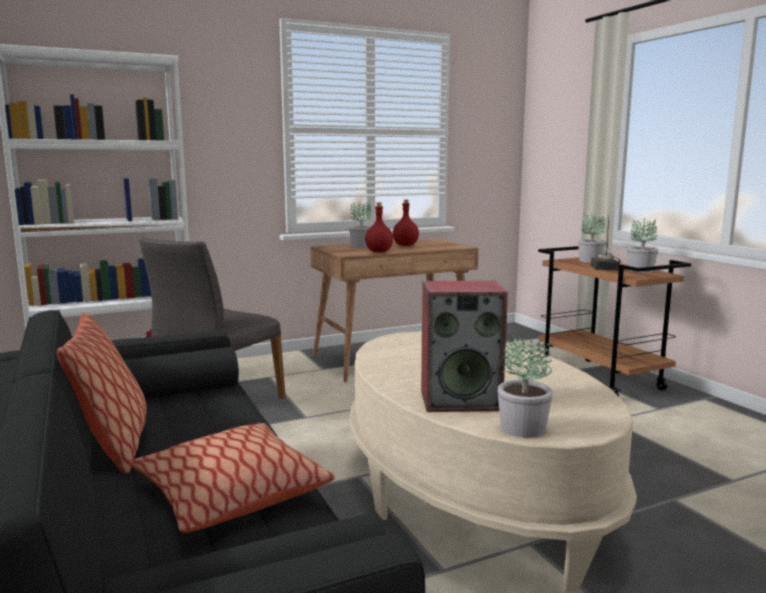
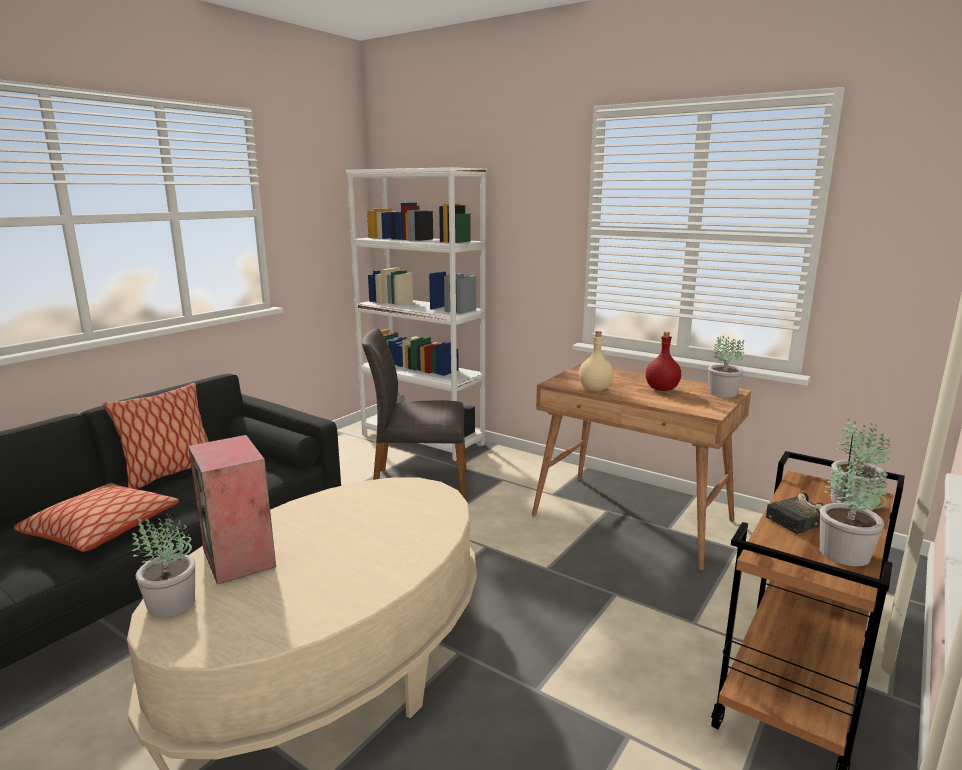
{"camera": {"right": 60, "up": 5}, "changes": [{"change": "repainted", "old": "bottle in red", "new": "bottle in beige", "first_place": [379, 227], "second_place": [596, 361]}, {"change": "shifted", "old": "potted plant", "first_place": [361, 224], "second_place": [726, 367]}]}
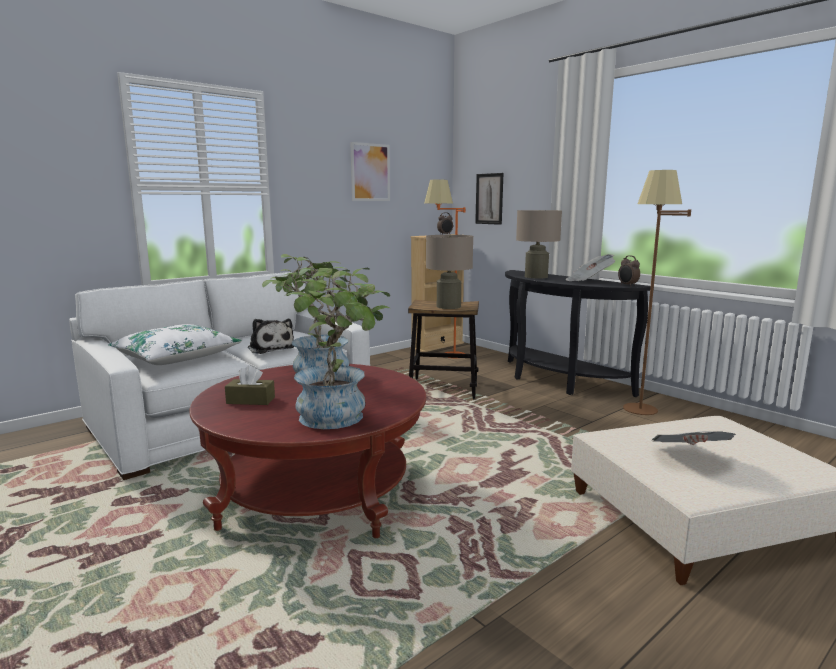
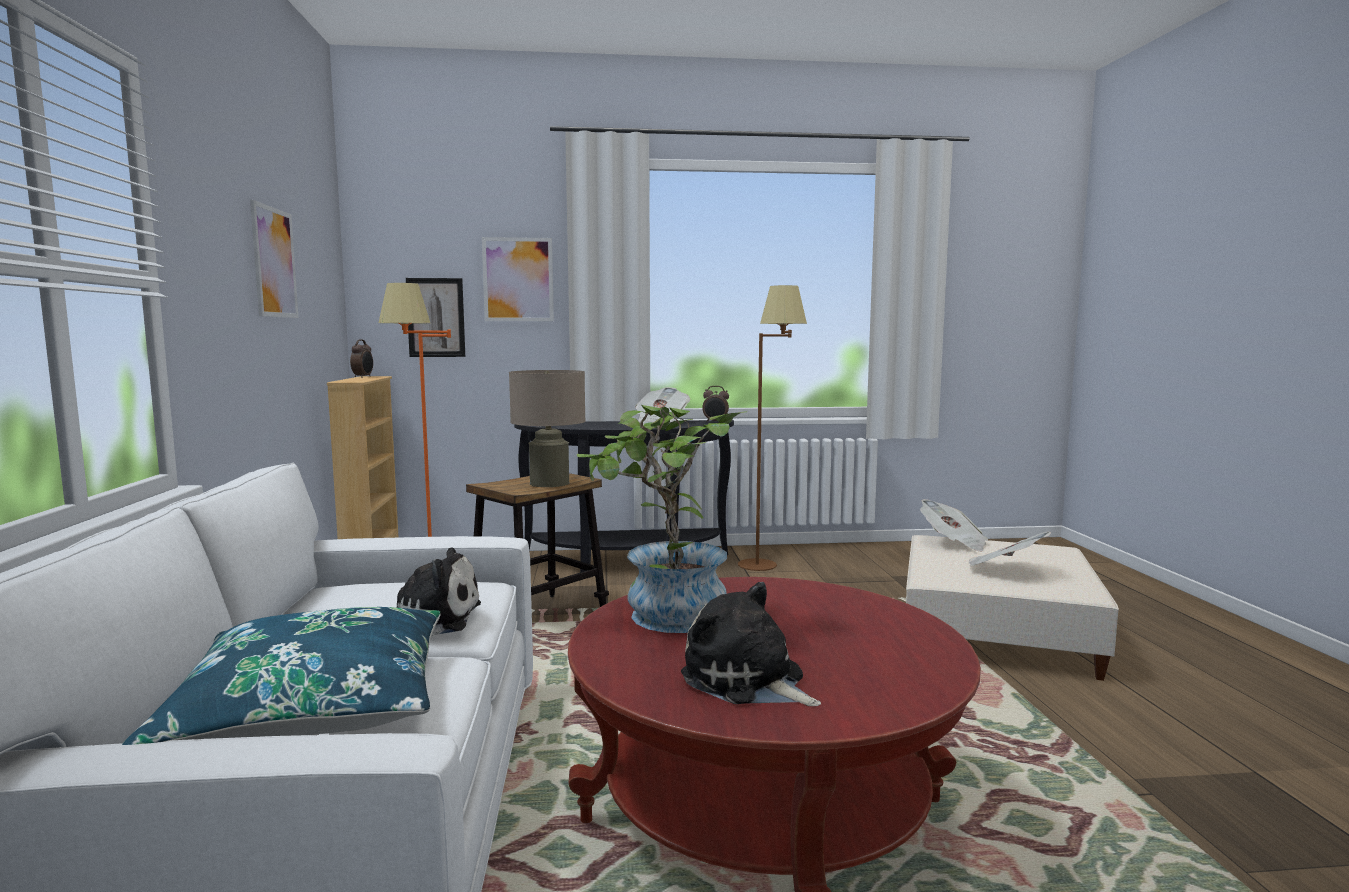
{"camera": {"right": -55, "up": -5}, "changes": [{"change": "repainted", "old": "pillow in white", "new": "pillow in blue", "first_place": [174, 344], "second_place": [281, 676]}, {"change": "new", "new": "picture", "second_place": [518, 279]}, {"change": "swapped", "old": "tissue box in brown", "new": "plush toy", "first_place": [250, 385], "second_place": [751, 644]}, {"change": "new", "new": "newspaper", "second_place": [954, 525]}, {"change": "gone", "old": "potted plant", "first_place": [337, 348]}, {"change": "gone", "old": "table lamp in beige", "first_place": [539, 244]}]}
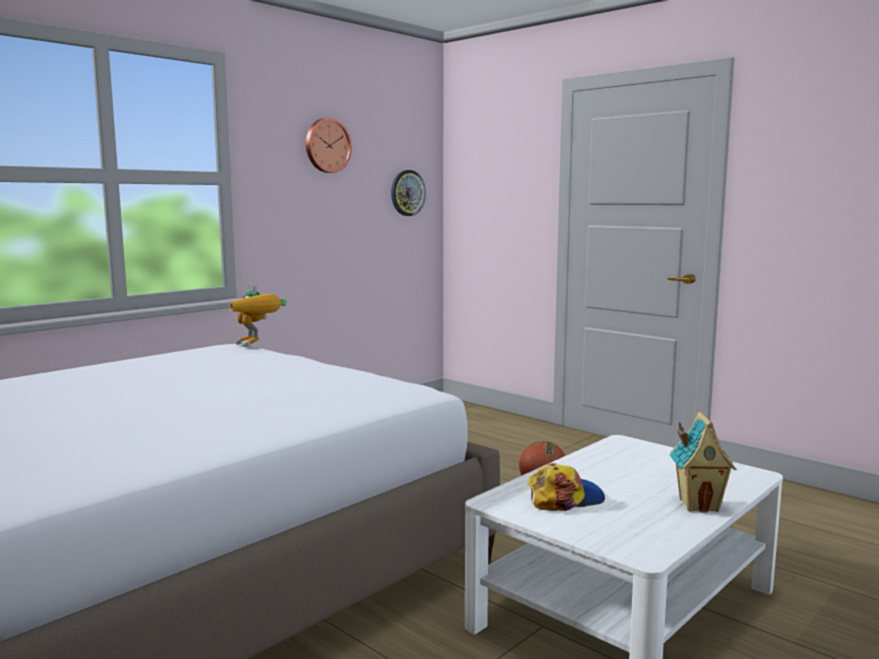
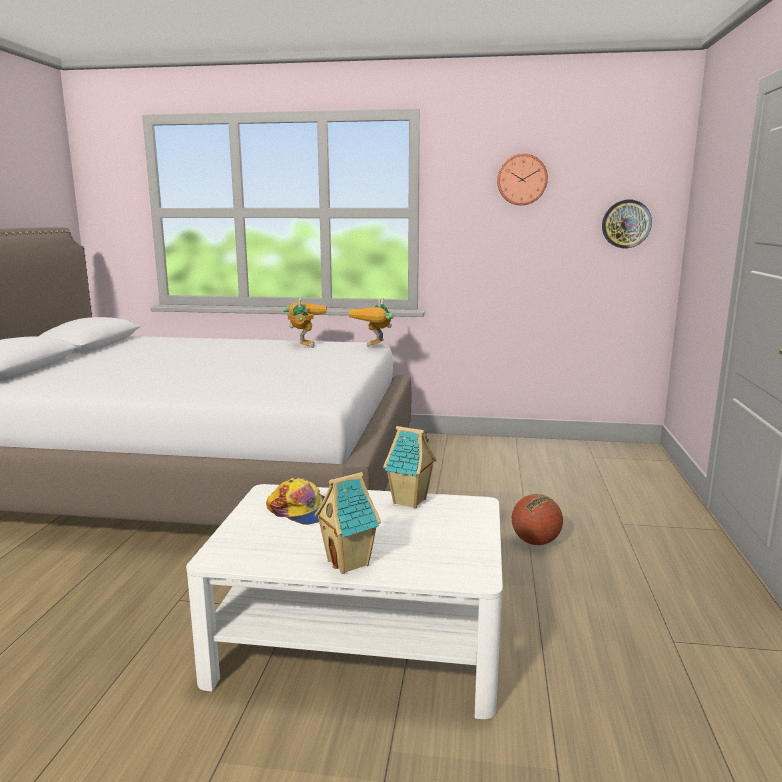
{"camera": {"right": 55, "up": 5}, "changes": [{"change": "new", "new": "toy robot", "second_place": [305, 323]}, {"change": "new", "new": "toy house", "second_place": [410, 467]}]}
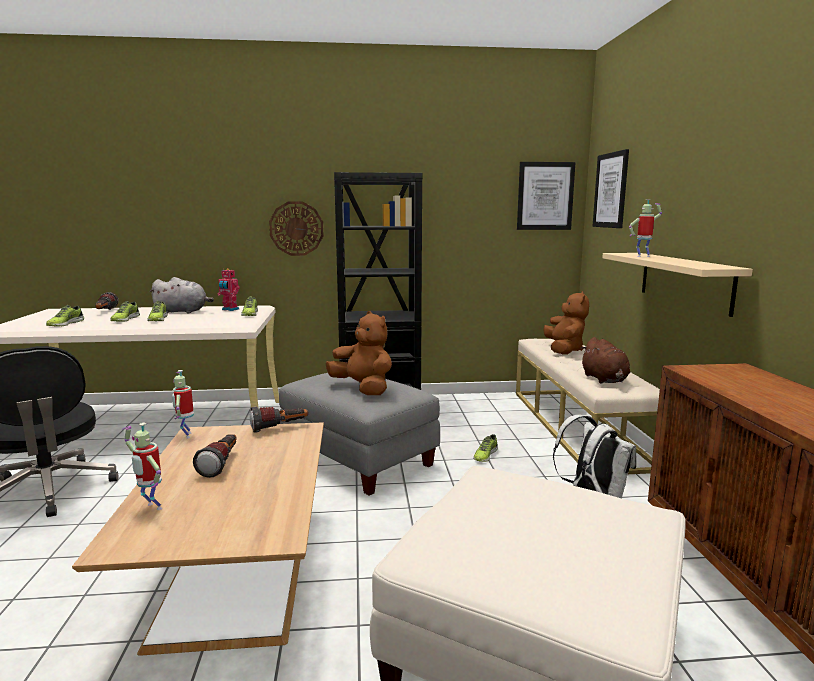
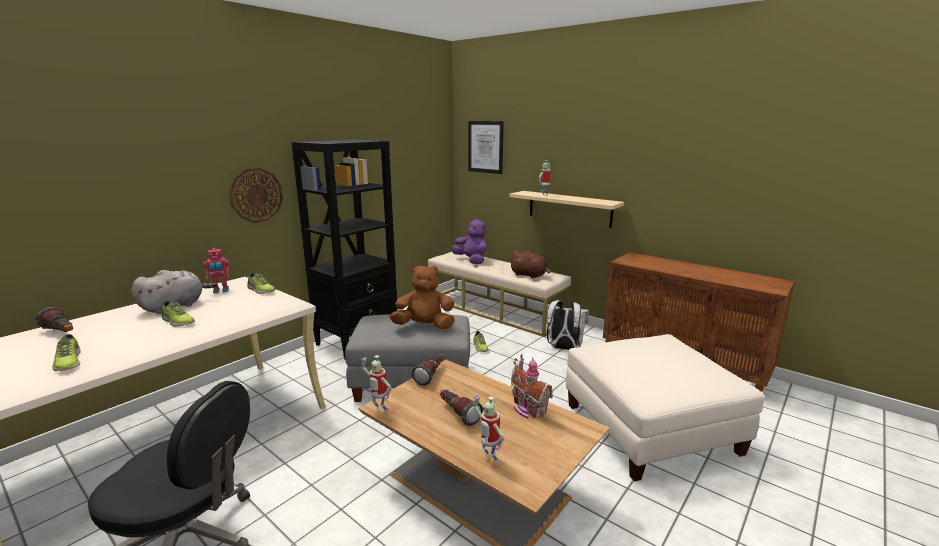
{"camera": {"right": -45, "up": 5}, "changes": [{"change": "repainted", "old": "plush toy in brown", "new": "plush toy in purple", "first_place": [566, 323], "second_place": [469, 241]}, {"change": "rotated", "old": "toy robot", "first_place": [142, 466], "second_place": [488, 429], "degrees": 60}, {"change": "new", "new": "toy house", "second_place": [532, 386]}, {"change": "gone", "old": "shoe", "first_place": [125, 311]}, {"change": "gone", "old": "picture", "first_place": [546, 196]}]}
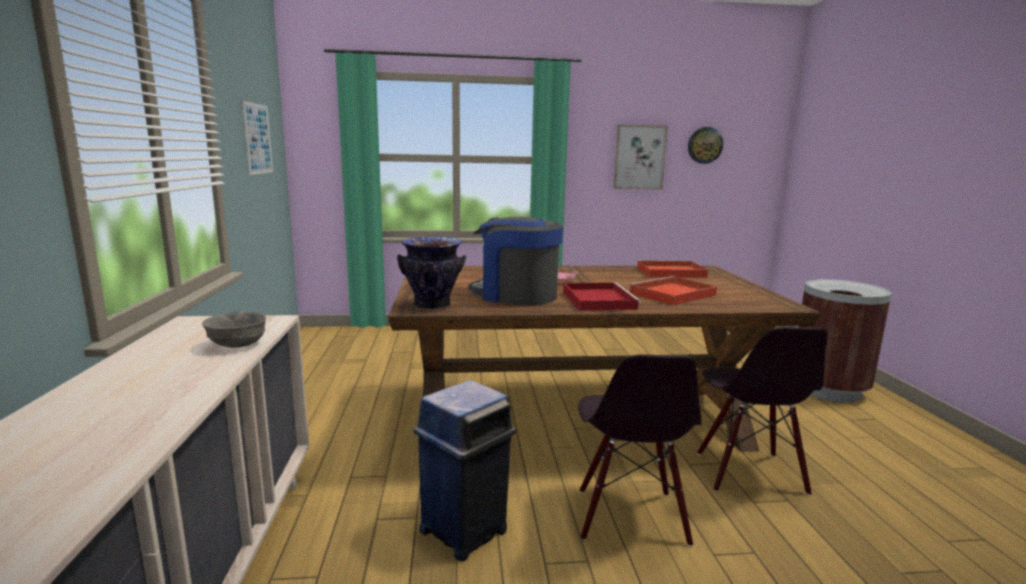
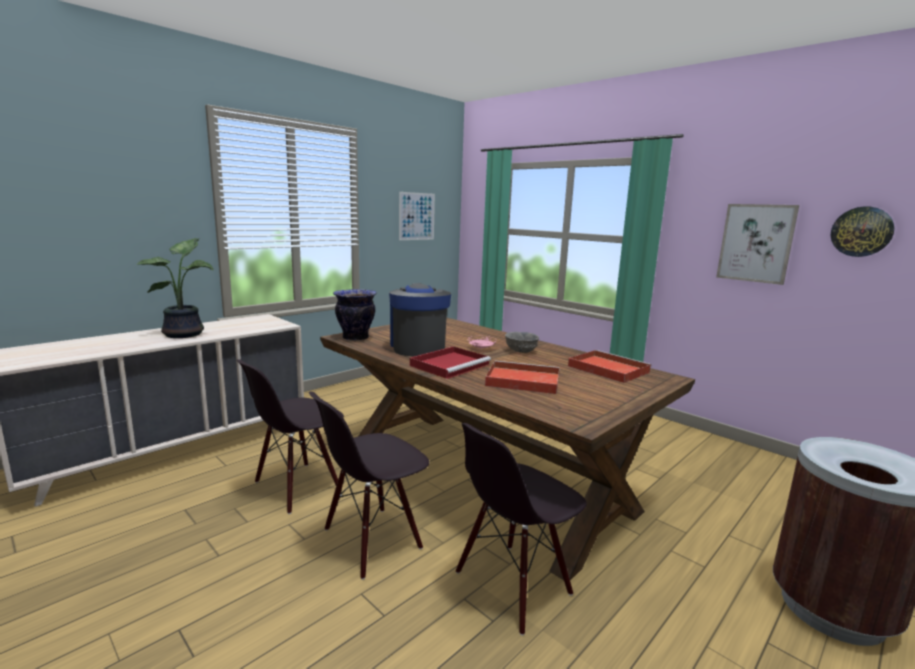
{"camera": {"right": 50, "up": 0}, "changes": [{"change": "new", "new": "potted plant", "second_place": [175, 288]}, {"change": "swapped", "old": "trash can in blue", "new": "chair in black", "first_place": [464, 471], "second_place": [290, 436]}, {"change": "shifted", "old": "bowl in grey", "first_place": [234, 329], "second_place": [522, 342]}]}
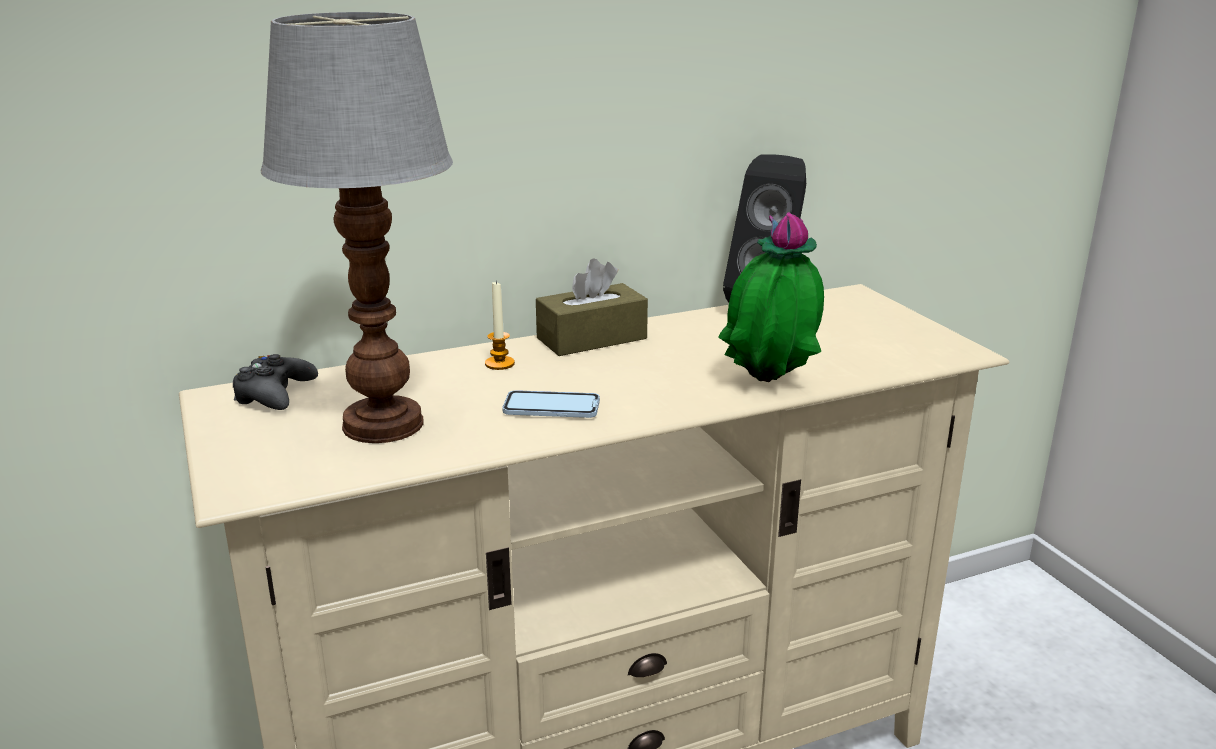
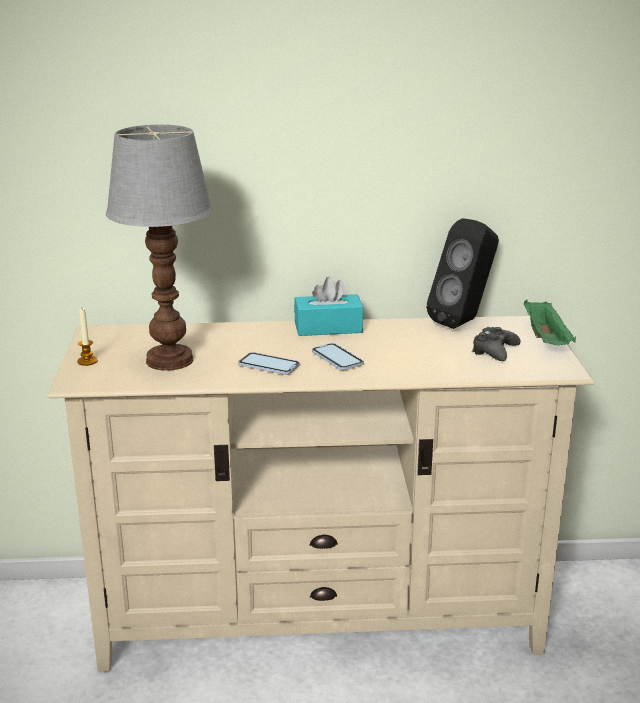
{"camera": {"right": 20, "up": 0}, "changes": [{"change": "shifted", "old": "candle", "first_place": [500, 325], "second_place": [87, 337]}, {"change": "repainted", "old": "tissue box in brown", "new": "tissue box in turquoise", "first_place": [592, 307], "second_place": [329, 306]}, {"change": "new", "new": "phone", "second_place": [338, 356]}, {"change": "shifted", "old": "game controller in black", "first_place": [275, 382], "second_place": [496, 344]}, {"change": "new", "new": "tray in green", "second_place": [550, 322]}, {"change": "gone", "old": "potted plant", "first_place": [771, 297]}]}
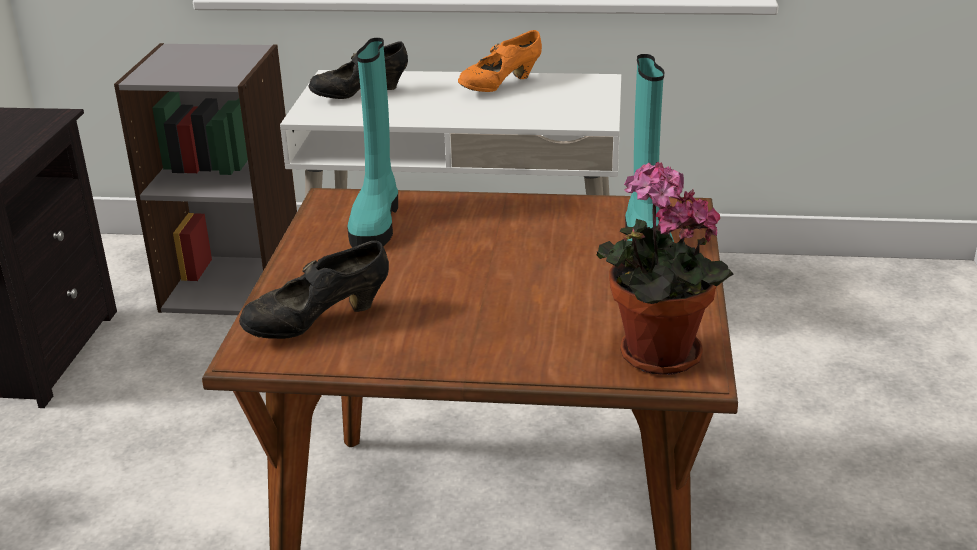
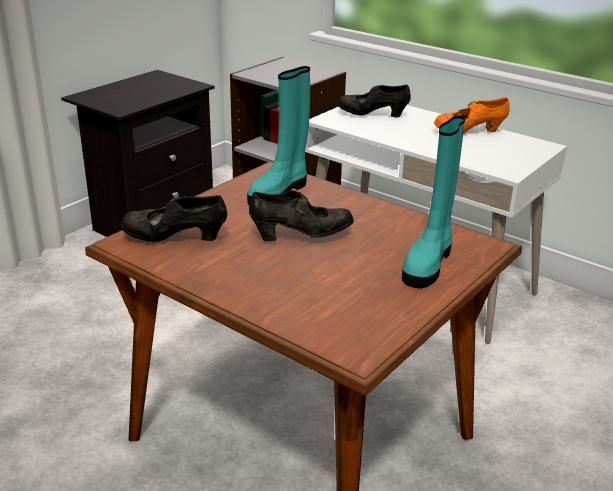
{"camera": {"right": 30, "up": 0}, "changes": [{"change": "new", "new": "shoe in black", "second_place": [301, 215]}, {"change": "gone", "old": "potted plant", "first_place": [665, 268]}]}
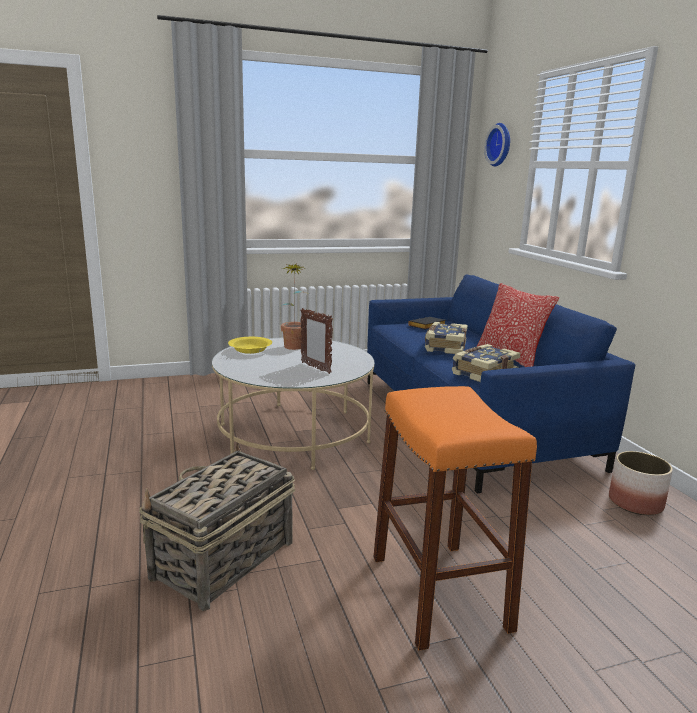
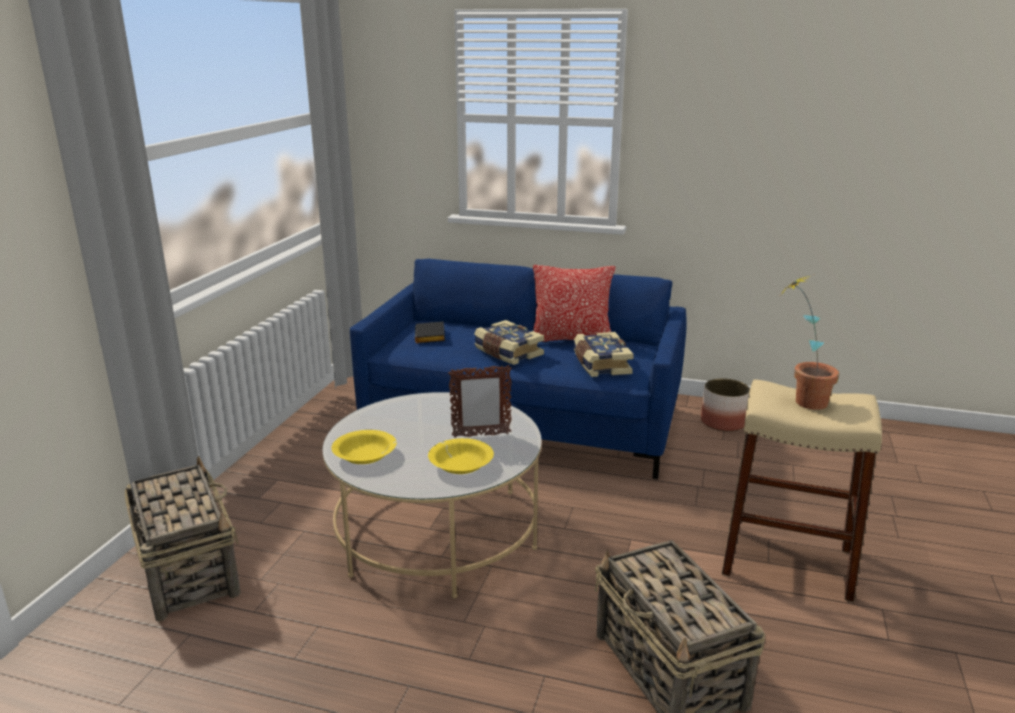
{"camera": {"right": -55, "up": 5}, "changes": [{"change": "new", "new": "basket", "second_place": [183, 539]}, {"change": "new", "new": "bowl in yellow", "second_place": [461, 456]}, {"change": "repainted", "old": "stool in orange", "new": "stool in beige", "first_place": [455, 518], "second_place": [802, 490]}, {"change": "shifted", "old": "potted plant", "first_place": [293, 306], "second_place": [810, 343]}, {"change": "gone", "old": "wall clock", "first_place": [497, 144]}]}
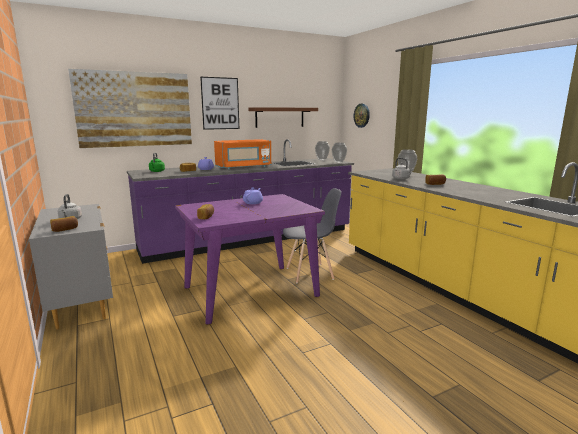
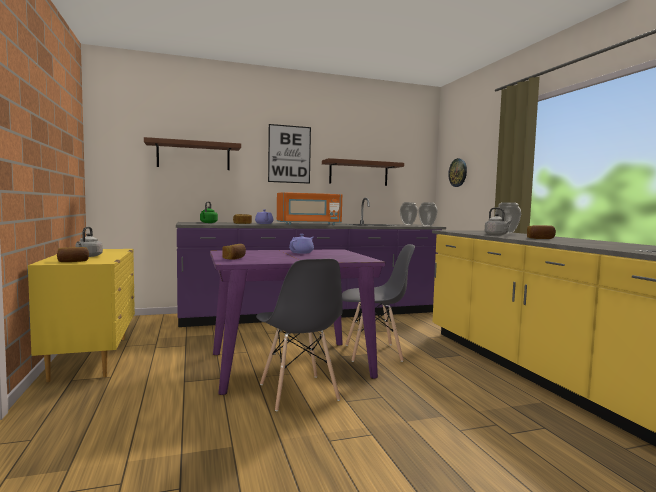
{"camera": {"right": 10, "up": -10}, "changes": [{"change": "repainted", "old": "dresser in grey", "new": "dresser in yellow", "first_place": [71, 267], "second_place": [81, 315]}, {"change": "swapped", "old": "picture", "new": "shelf in brown", "first_place": [130, 108], "second_place": [192, 153]}, {"change": "new", "new": "chair in grey", "second_place": [299, 335]}]}
